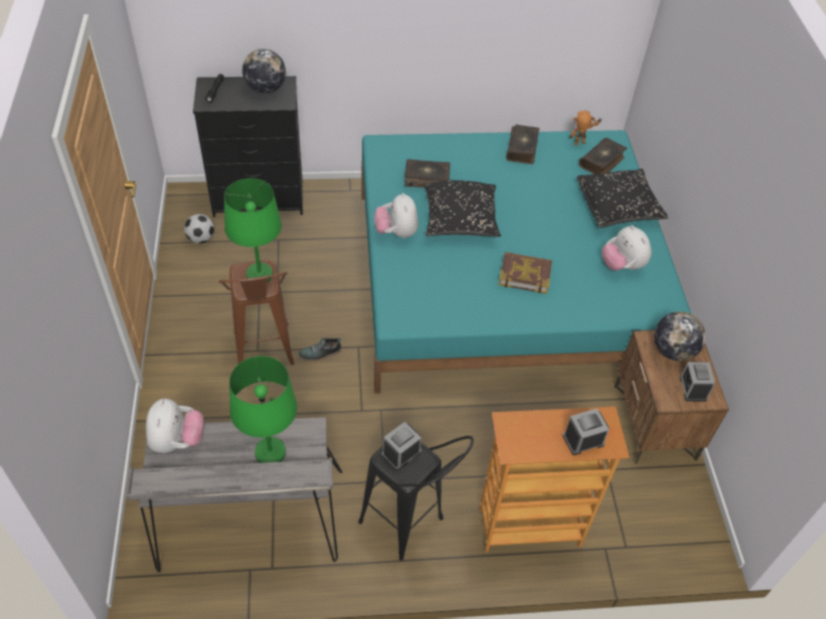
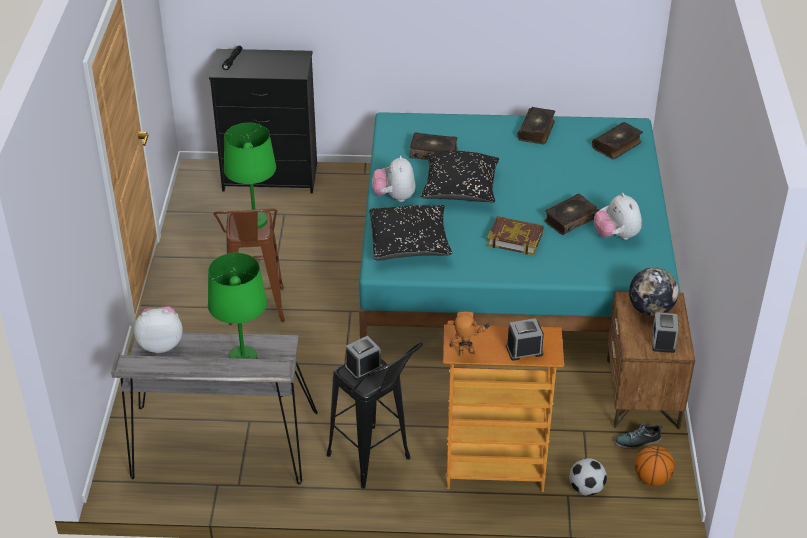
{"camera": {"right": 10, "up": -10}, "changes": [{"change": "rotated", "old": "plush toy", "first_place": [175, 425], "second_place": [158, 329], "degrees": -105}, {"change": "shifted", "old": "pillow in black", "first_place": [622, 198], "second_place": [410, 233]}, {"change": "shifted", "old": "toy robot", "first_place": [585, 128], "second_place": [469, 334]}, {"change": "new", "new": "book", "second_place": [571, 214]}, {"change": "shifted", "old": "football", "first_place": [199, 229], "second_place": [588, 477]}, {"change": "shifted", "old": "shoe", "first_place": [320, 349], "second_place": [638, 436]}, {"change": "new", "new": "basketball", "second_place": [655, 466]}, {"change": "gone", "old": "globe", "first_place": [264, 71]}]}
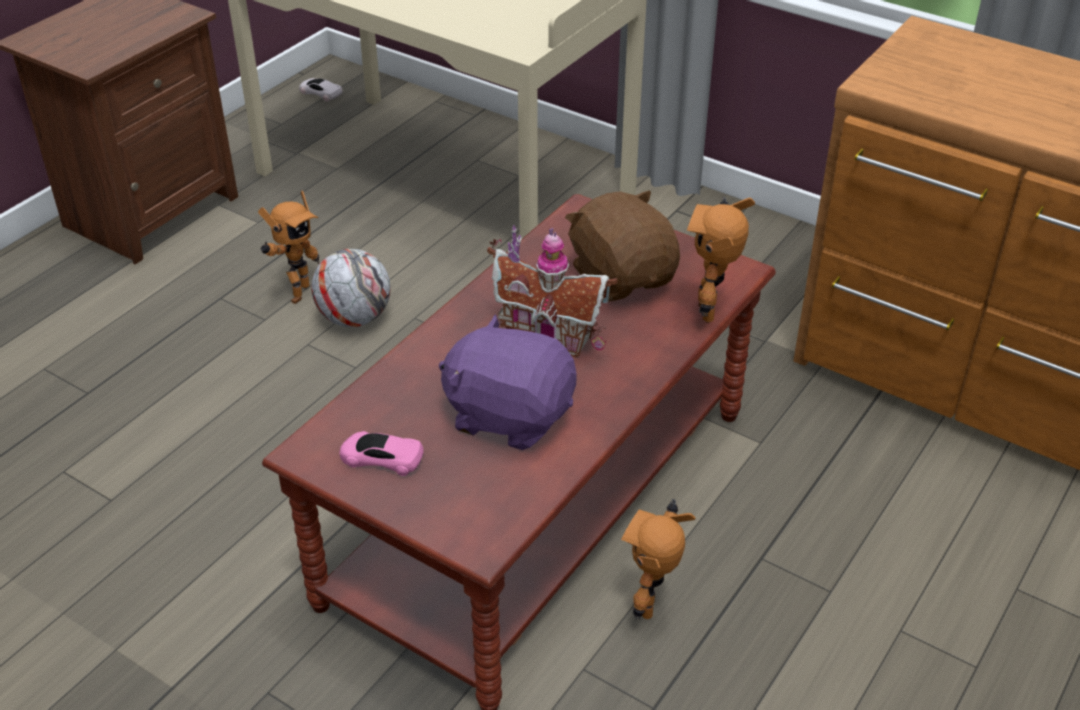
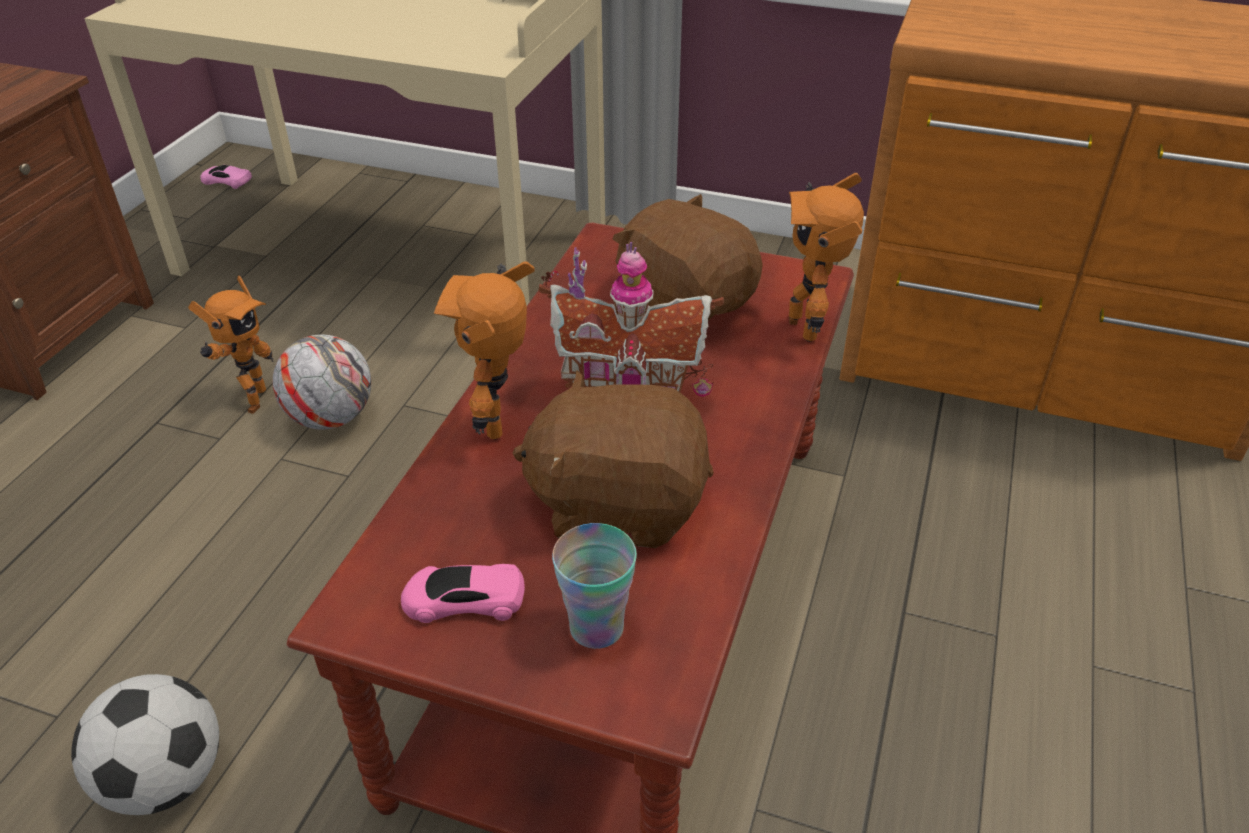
{"camera": {"right": -15, "up": 0}, "changes": [{"change": "new", "new": "football", "second_place": [145, 744]}, {"change": "repainted", "old": "toy car in white", "new": "toy car in pink", "first_place": [321, 90], "second_place": [226, 177]}, {"change": "shifted", "old": "toy robot", "first_place": [658, 559], "second_place": [484, 350]}, {"change": "repainted", "old": "plush toy in purple", "new": "plush toy in brown", "first_place": [508, 382], "second_place": [613, 459]}, {"change": "new", "new": "cup", "second_place": [594, 586]}]}
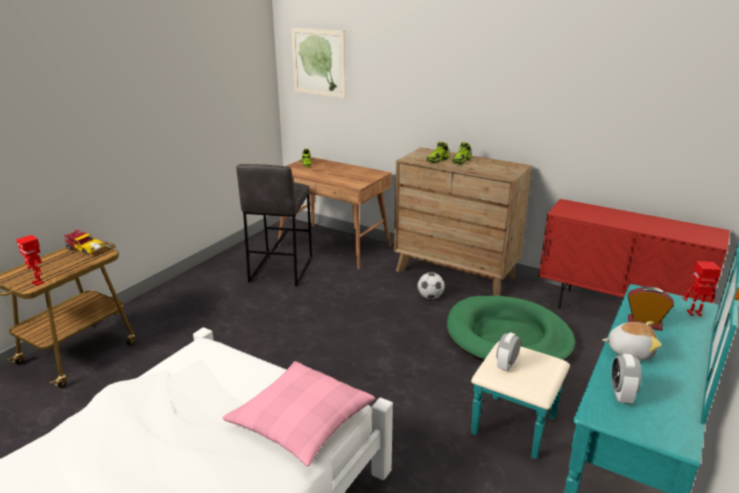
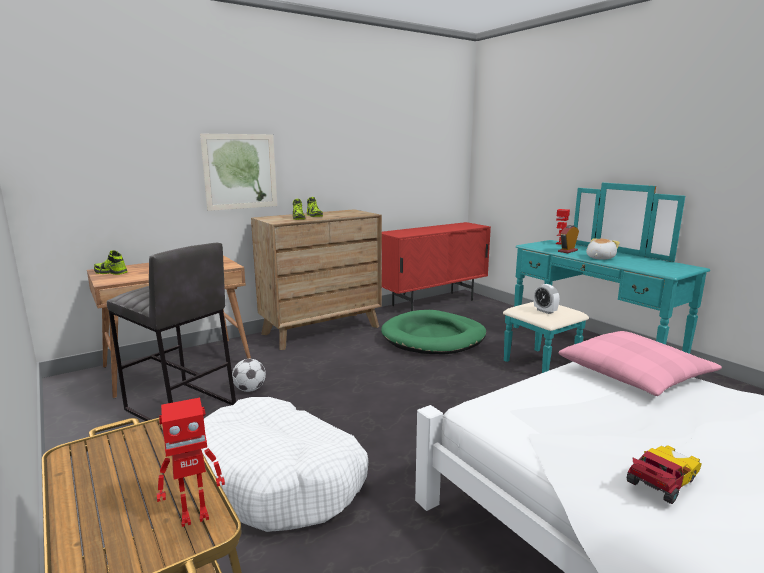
{"camera": {"right": -65, "up": -10}, "changes": [{"change": "shifted", "old": "picture", "first_place": [318, 63], "second_place": [238, 172]}, {"change": "new", "new": "dog bed in white", "second_place": [284, 464]}, {"change": "shifted", "old": "football", "first_place": [431, 285], "second_place": [249, 375]}, {"change": "shifted", "old": "toy car", "first_place": [85, 242], "second_place": [664, 474]}, {"change": "gone", "old": "alarm clock", "first_place": [626, 378]}]}
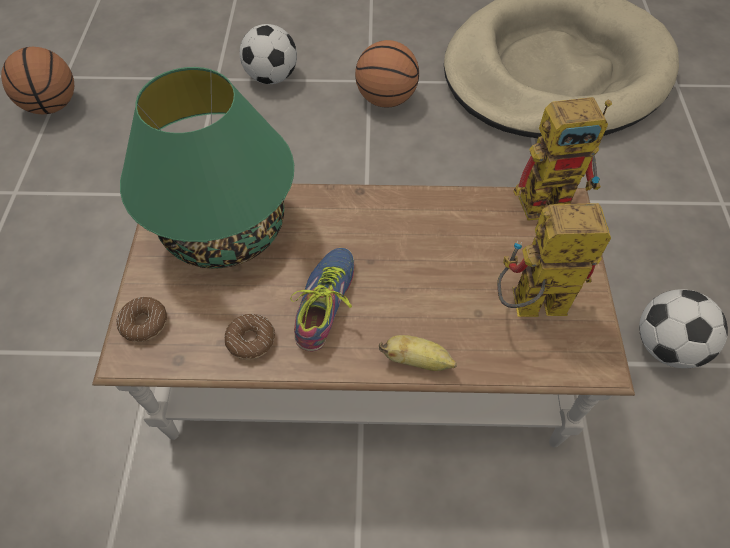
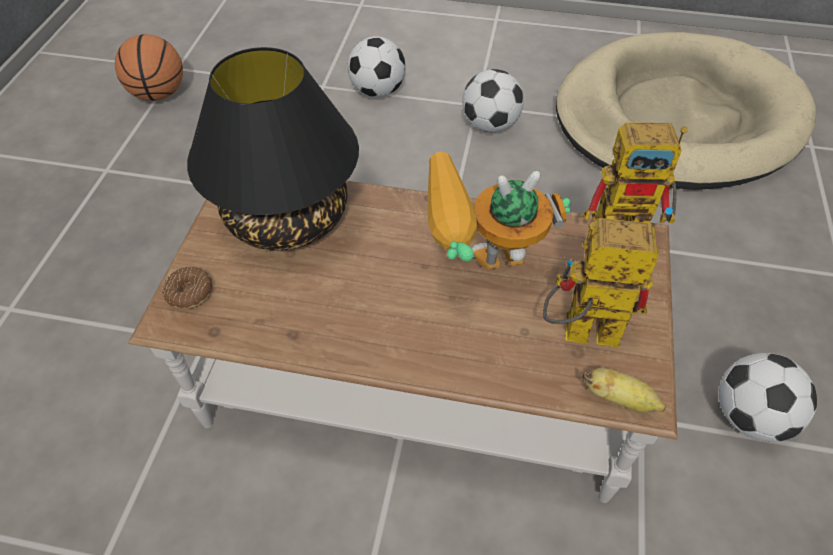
{"camera": {"right": 10, "up": -5}, "changes": [{"change": "repainted", "old": "table lamp in green", "new": "table lamp in black", "first_place": [207, 168], "second_place": [273, 149]}, {"change": "new", "new": "toy robot", "second_place": [499, 211]}, {"change": "swapped", "old": "basketball", "new": "football", "first_place": [387, 74], "second_place": [493, 100]}, {"change": "shifted", "old": "banana", "first_place": [418, 353], "second_place": [624, 390]}, {"change": "gone", "old": "donut", "first_place": [250, 336]}, {"change": "gone", "old": "shoe", "first_place": [322, 299]}]}
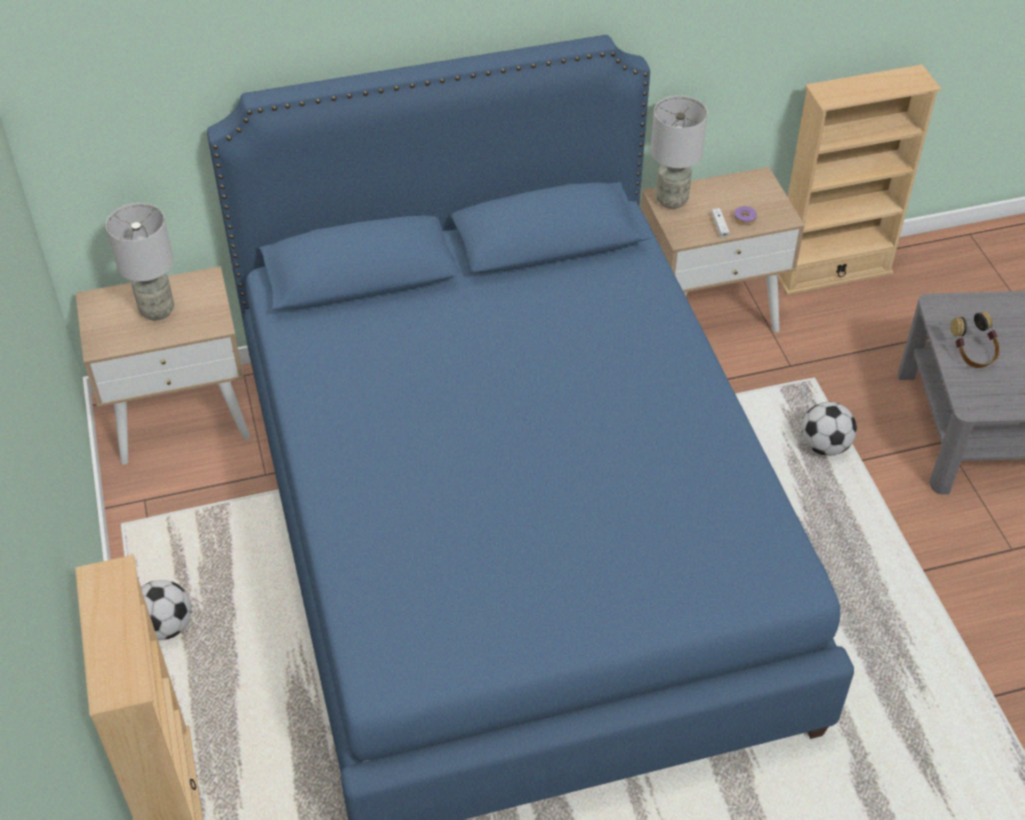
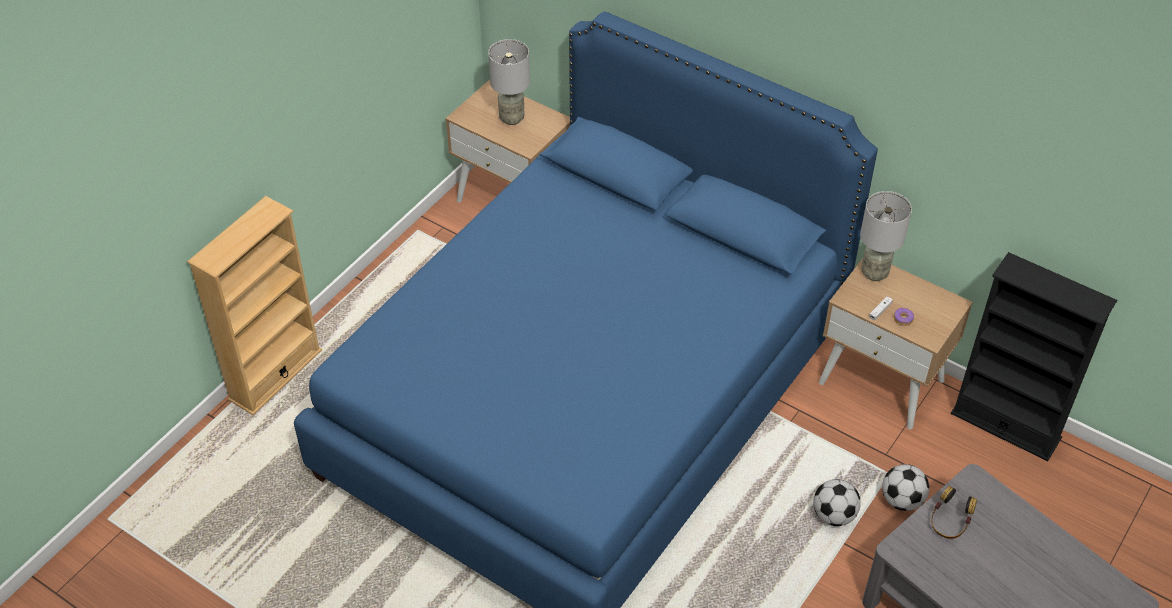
{"camera": {"right": 50, "up": 0}, "changes": [{"change": "shifted", "old": "football", "first_place": [166, 610], "second_place": [905, 487]}, {"change": "repainted", "old": "bookcase in beige", "new": "bookcase in black", "first_place": [859, 179], "second_place": [1034, 357]}]}
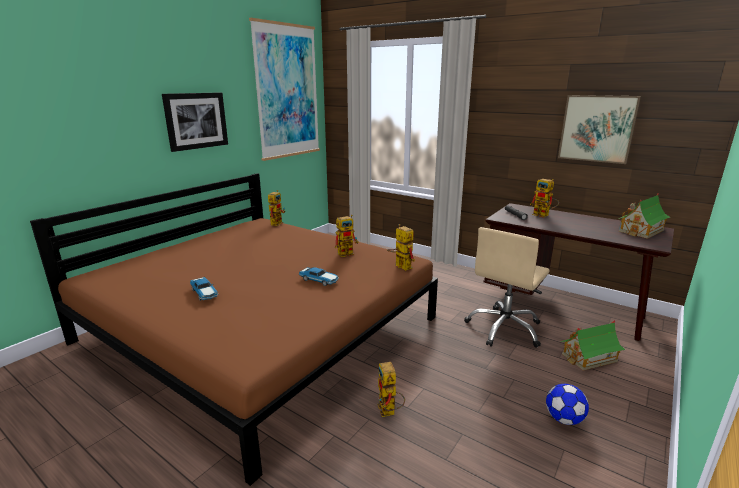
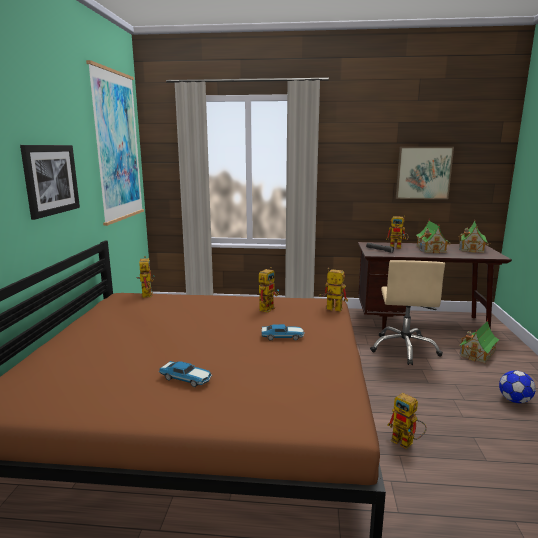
{"camera": {"right": -30, "up": -5}, "changes": [{"change": "new", "new": "toy house", "second_place": [433, 236]}]}
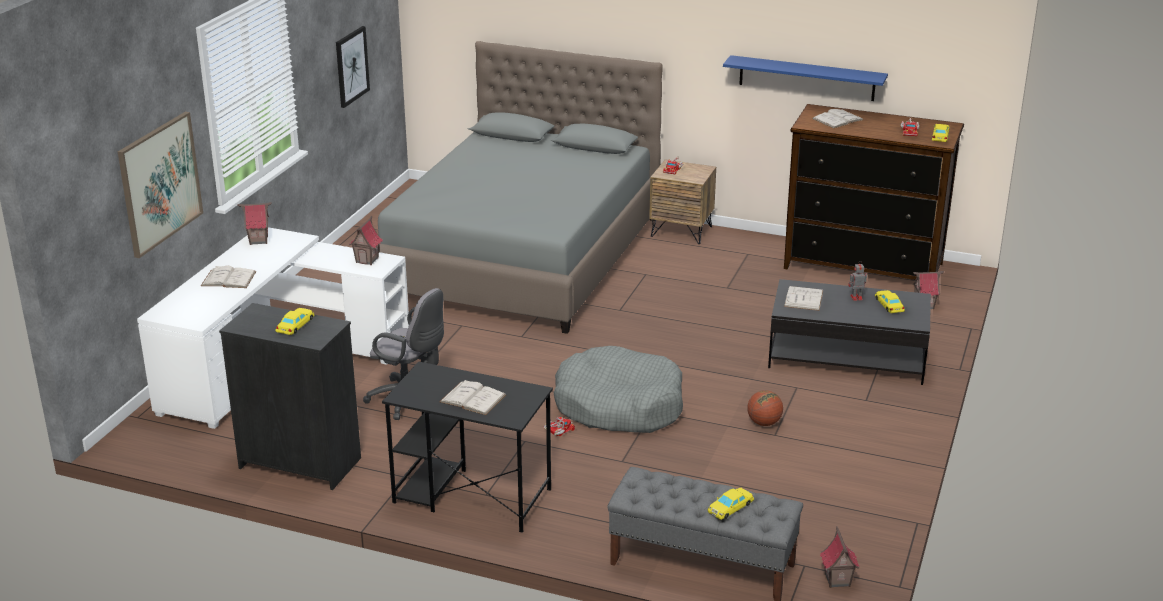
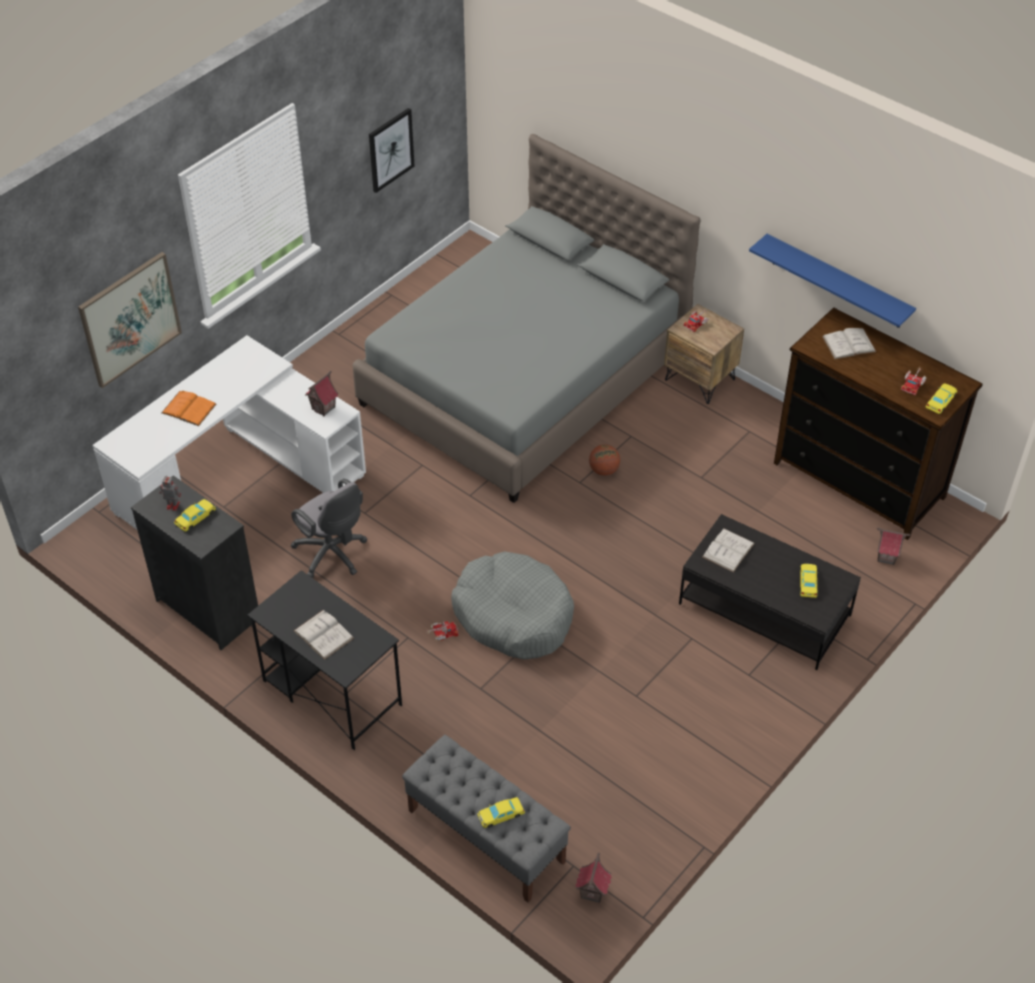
{"camera": {"right": 20, "up": 20}, "changes": [{"change": "shifted", "old": "toy robot", "first_place": [857, 281], "second_place": [170, 493]}, {"change": "repainted", "old": "book in white", "new": "book in orange", "first_place": [228, 277], "second_place": [189, 408]}, {"change": "shifted", "old": "basketball", "first_place": [765, 408], "second_place": [604, 460]}, {"change": "gone", "old": "toy house", "first_place": [255, 223]}]}
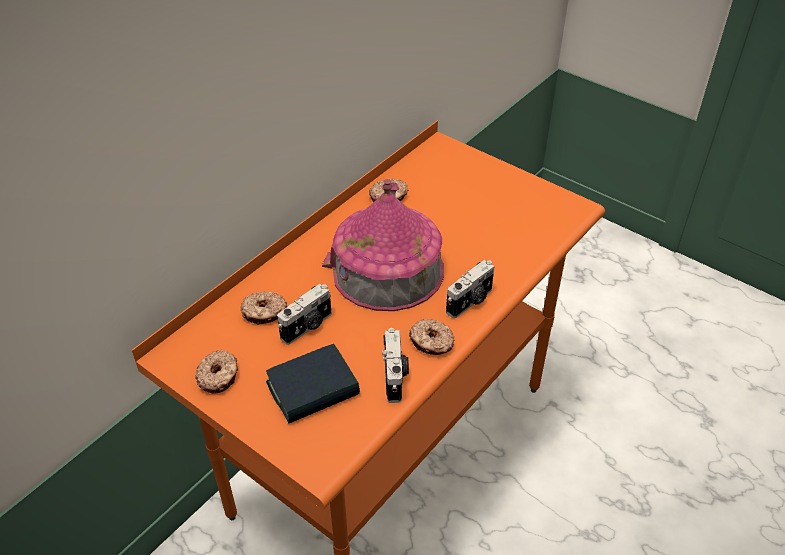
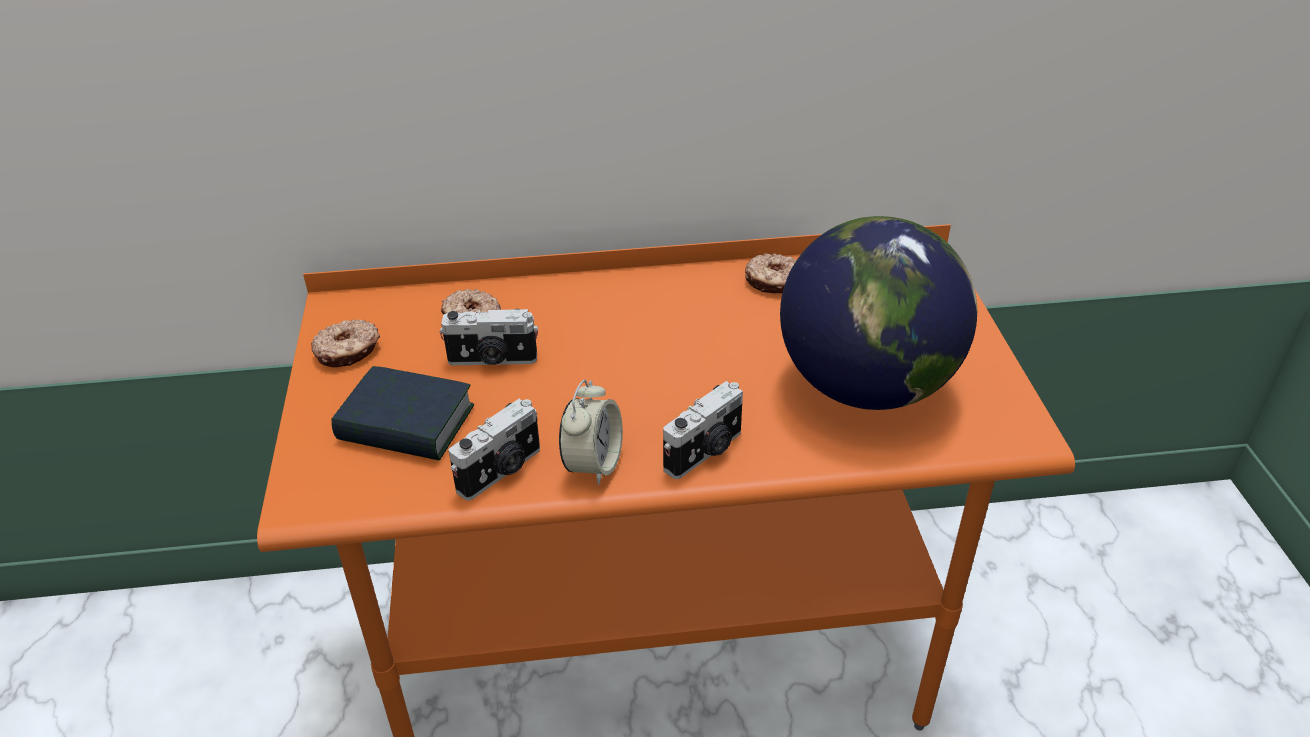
{"camera": {"right": 45, "up": -5}, "changes": [{"change": "swapped", "old": "donut", "new": "alarm clock", "first_place": [431, 337], "second_place": [591, 432]}, {"change": "rotated", "old": "photo camera", "first_place": [470, 289], "second_place": [703, 430], "degrees": -45}, {"change": "new", "new": "globe", "second_place": [878, 313]}, {"change": "gone", "old": "toy house", "first_place": [383, 245]}]}
